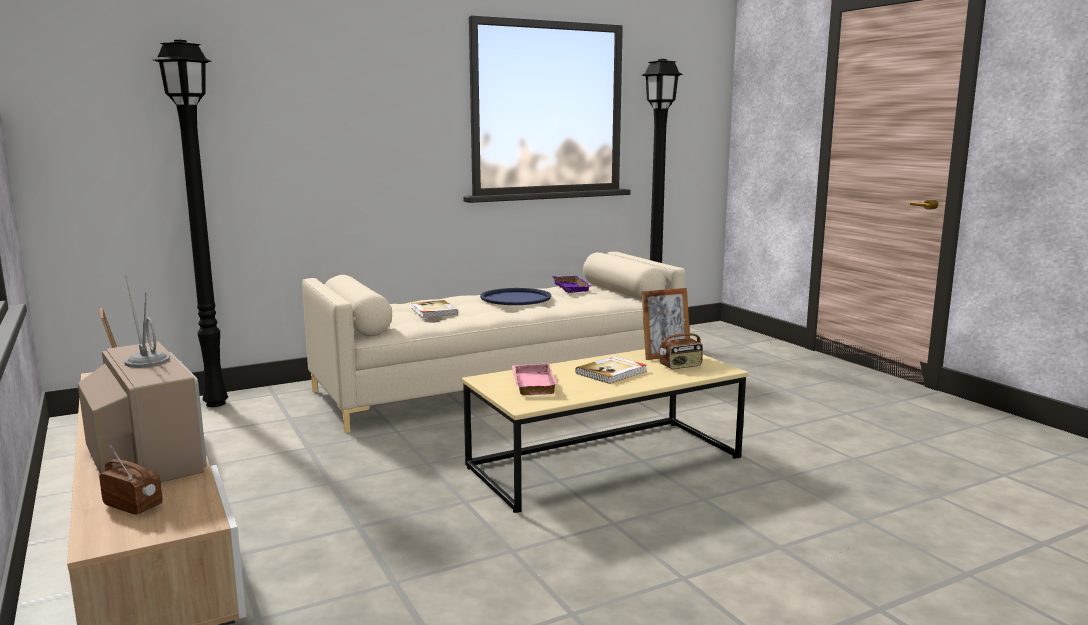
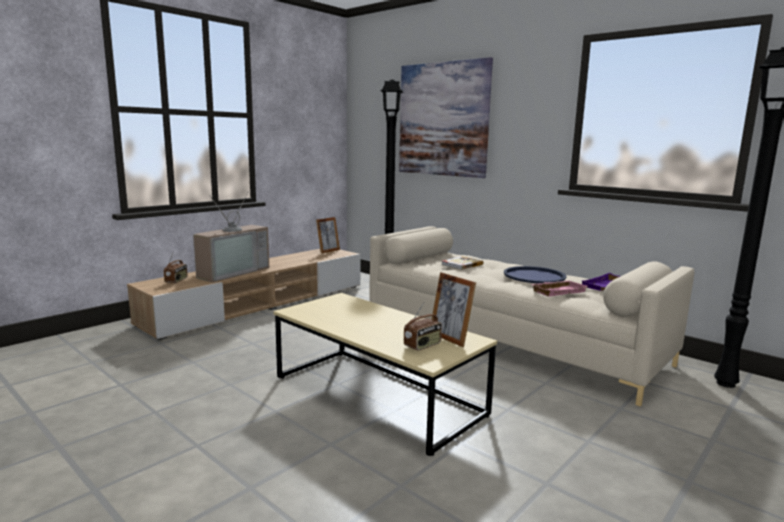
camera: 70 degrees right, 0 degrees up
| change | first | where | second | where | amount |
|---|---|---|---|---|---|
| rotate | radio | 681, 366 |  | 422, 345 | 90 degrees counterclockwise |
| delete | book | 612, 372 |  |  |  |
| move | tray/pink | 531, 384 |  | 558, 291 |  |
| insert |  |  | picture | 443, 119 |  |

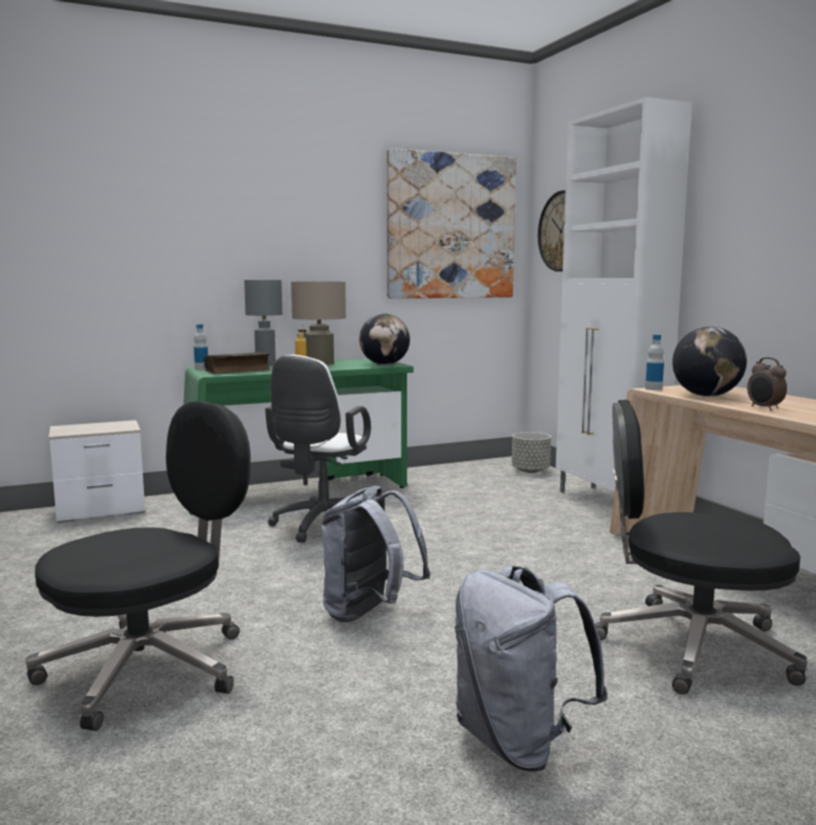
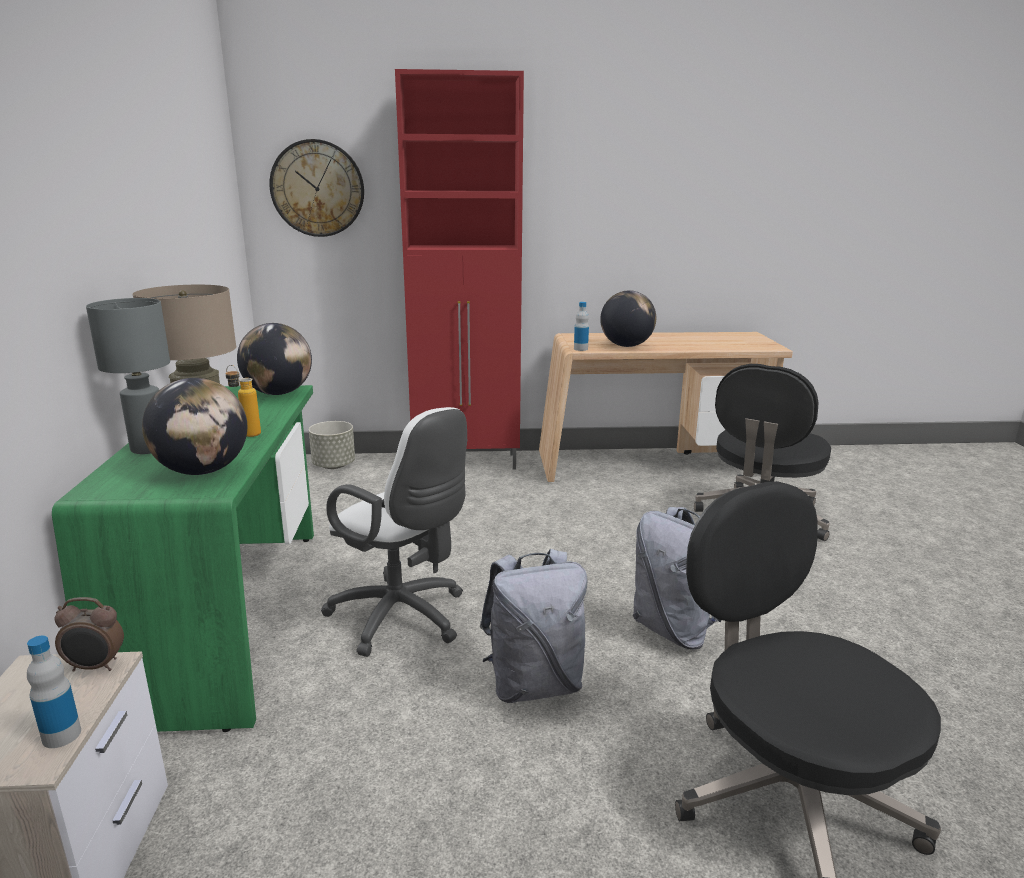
camera: 70 degrees left, 10 degrees up
| change | first | where | second | where | amount |
|---|---|---|---|---|---|
| recolor | cabinet/white | 608, 503 | cabinet/red | 467, 462 |  |
| delete | picture | 451, 227 |  |  |  |
| move | bottle | 201, 368 |  | 61, 735 |  |
| replace | book | 238, 371 | globe | 202, 471 |  |
| move | alarm clock | 764, 408 |  | 95, 667 |  |
| move | backpack/grey | 518, 743 |  | 534, 684 |  |

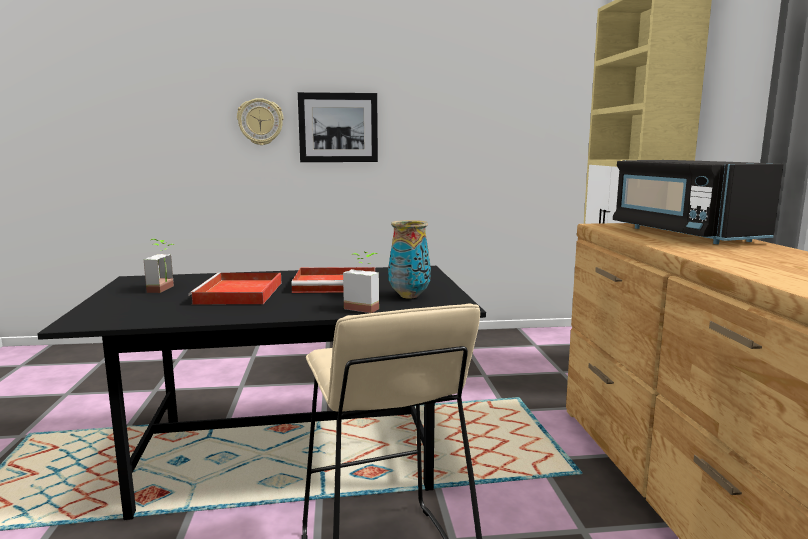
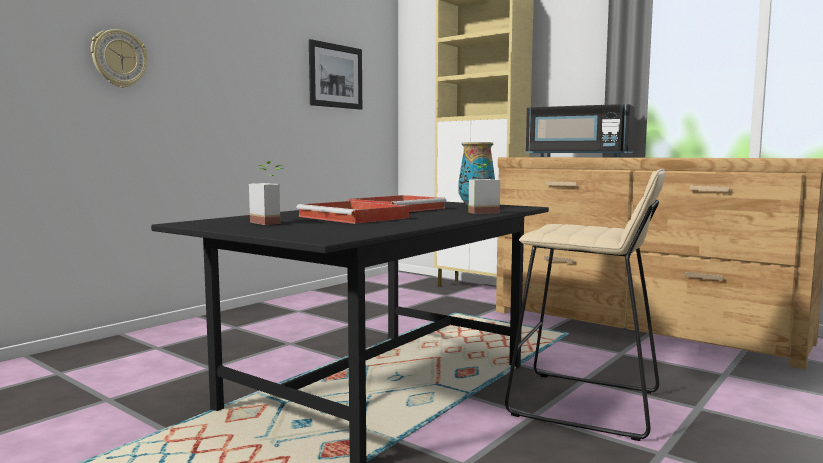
camera: 45 degrees left, 5 degrees down
| change | first | where | second | where | amount |
|---|---|---|---|---|---|
| move | picture | 338, 127 |  | 336, 76 |  |

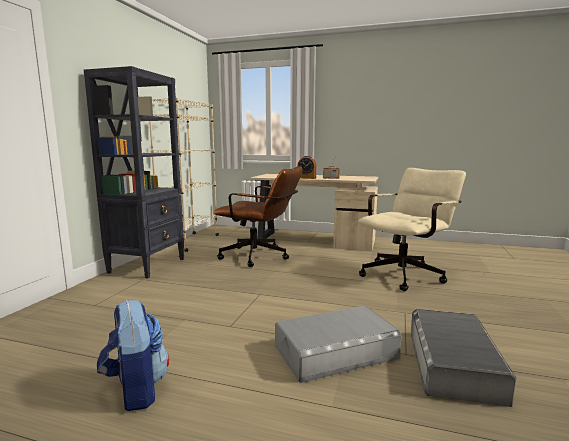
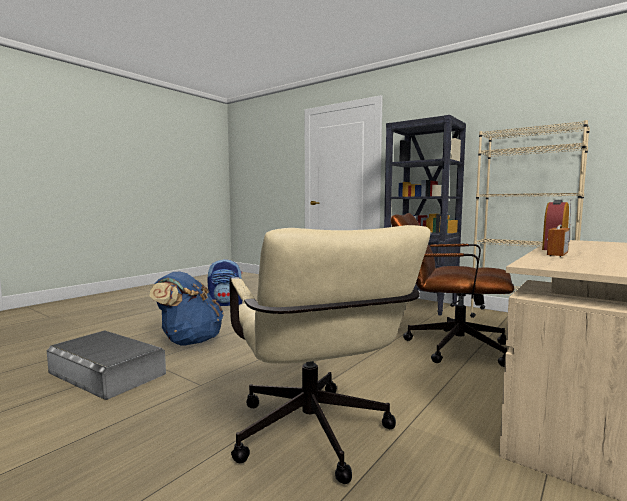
camera: 110 degrees right, 5 degrees down
| change | first | where | second | where | amount |
|---|---|---|---|---|---|
| rotate | office chair/brown | 260, 257 |  | 447, 346 | 75 degrees clockwise |
| replace | storage box/grey | 335, 352 | backpack/blue | 189, 341 |  |

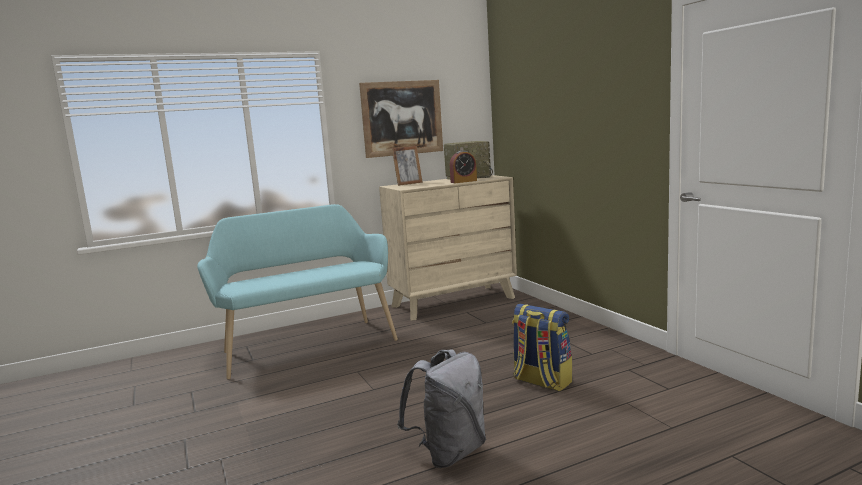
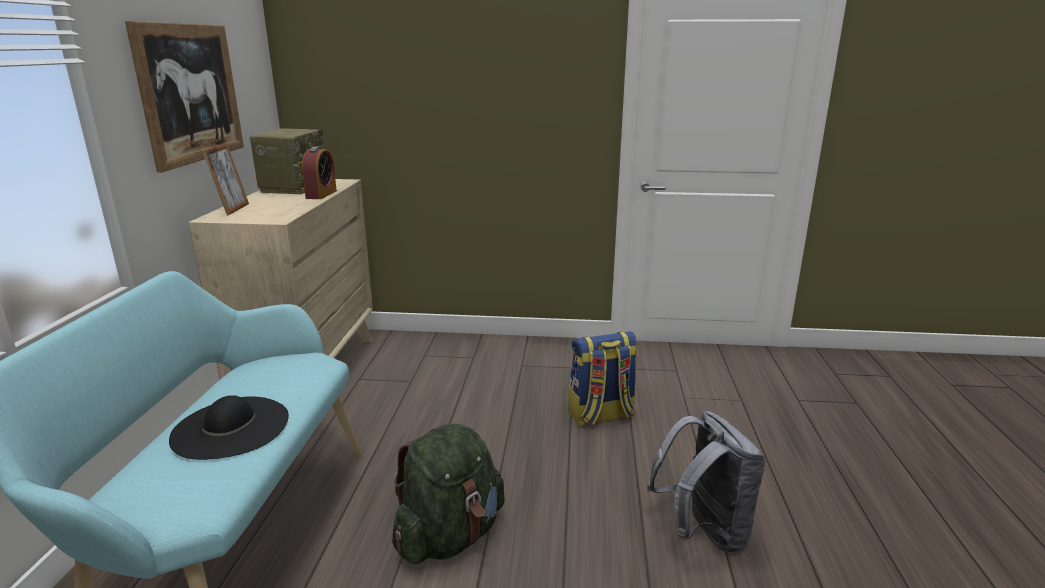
camera: 60 degrees left, 10 degrees up
| change | first | where | second | where | amount |
|---|---|---|---|---|---|
| insert |  |  | hat/black | 231, 427 |  |
| insert |  |  | backpack/green | 450, 536 |  |

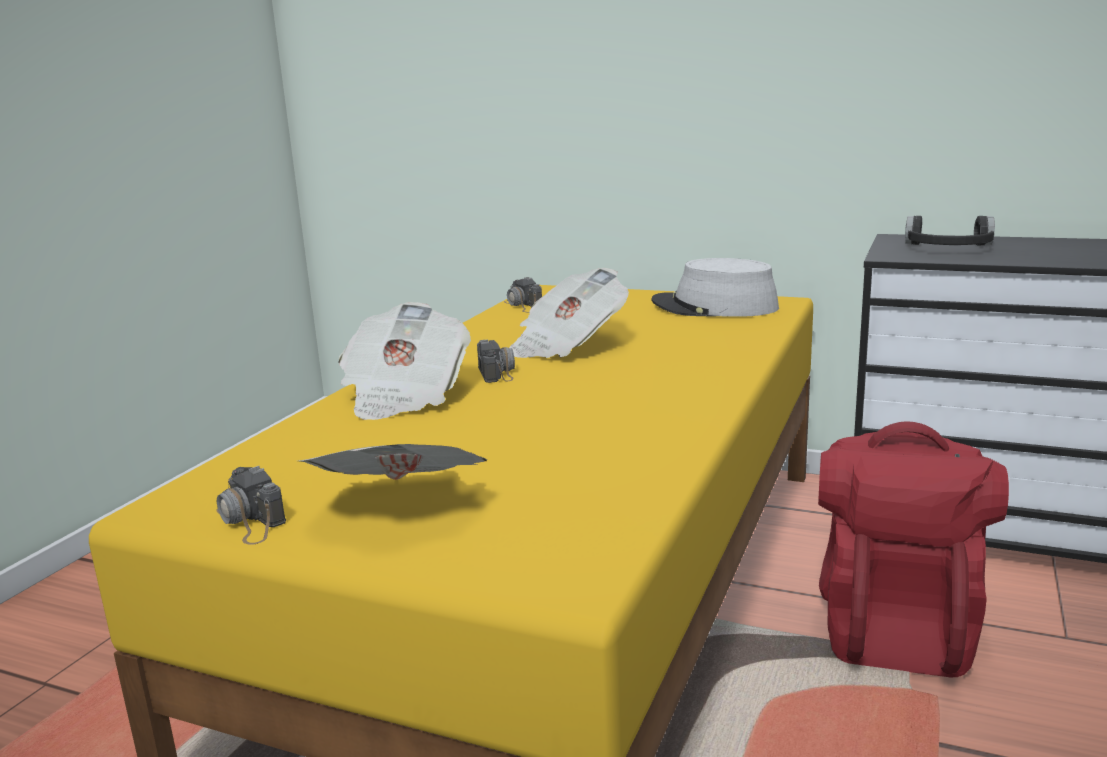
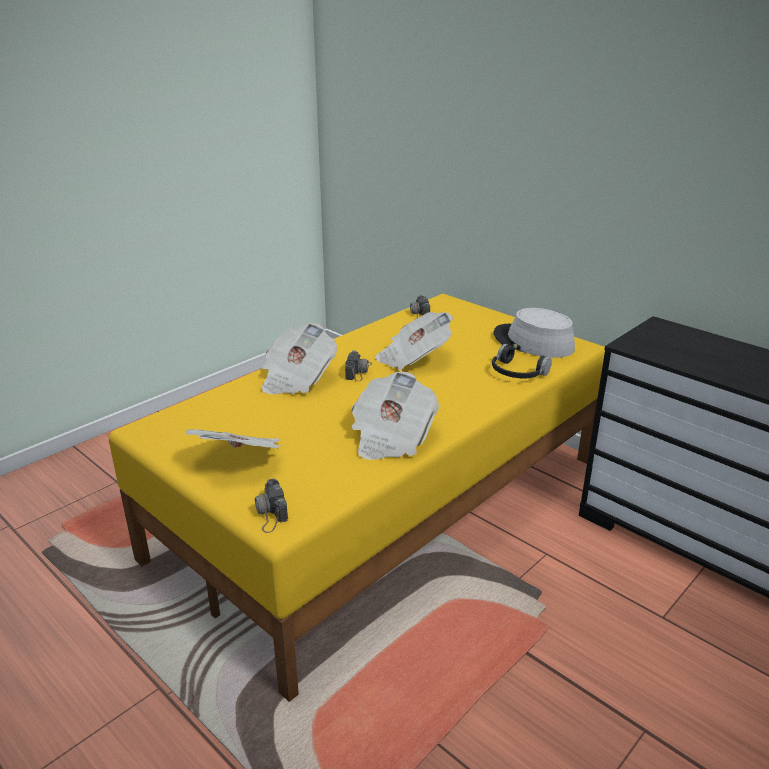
camera: 20 degrees right, 10 degrees up
| change | first | where | second | where | amount |
|---|---|---|---|---|---|
| move | headphones/black | 948, 248 |  | 516, 373 |  |
| delete | backpack/red | 895, 626 |  |  |  |
| move | photo camera | 250, 520 |  | 270, 512 |  |
| insert |  |  | newspaper | 391, 437 |  |

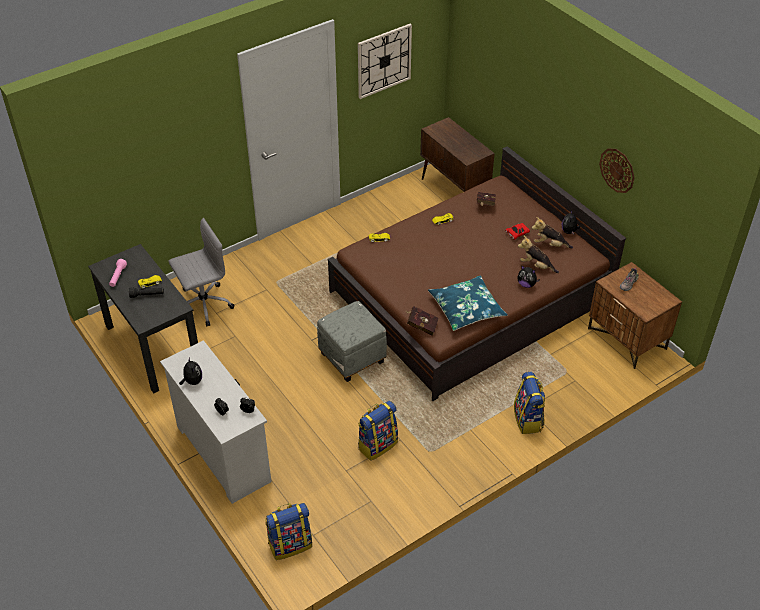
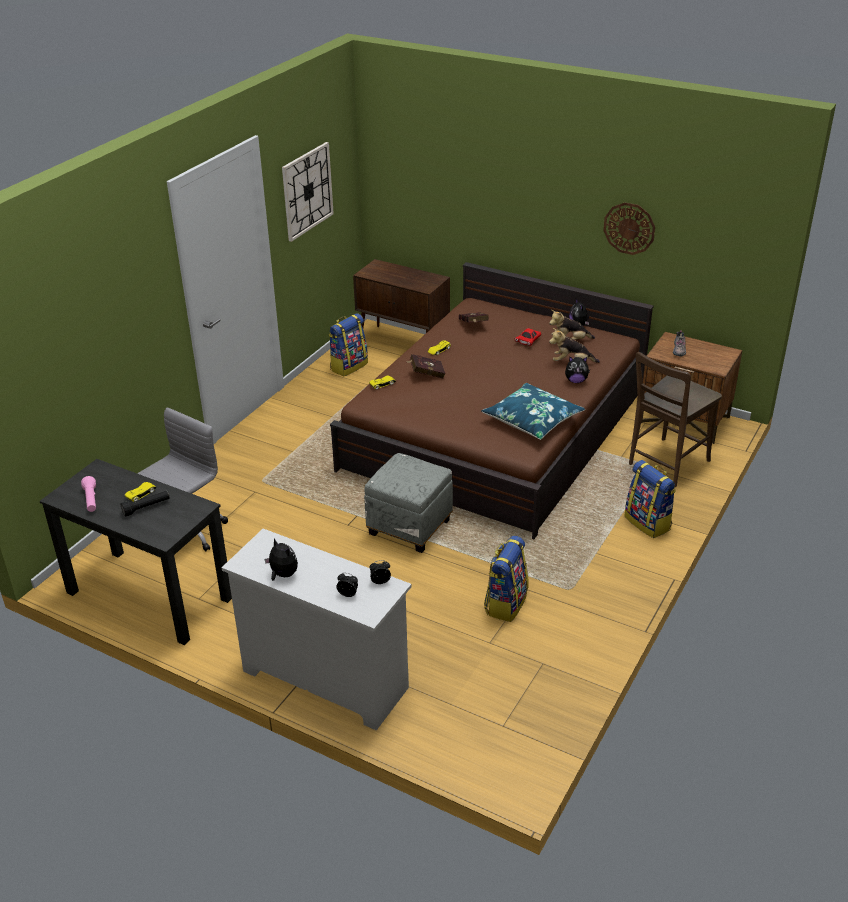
camera: 25 degrees left, 10 degrees down
| change | first | where | second | where | amount |
|---|---|---|---|---|---|
| move | book/red | 421, 326 |  | 425, 374 |  |
| move | backpack | 290, 544 |  | 348, 366 |  |
| insert |  |  | chair/brown | 666, 464 |  |

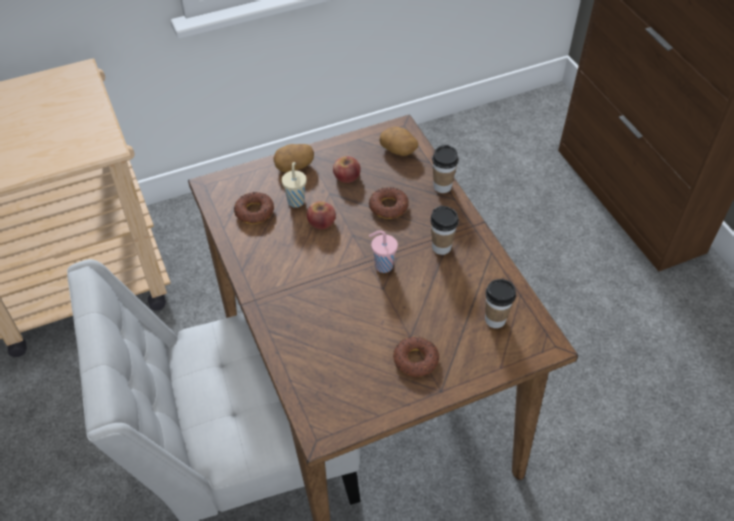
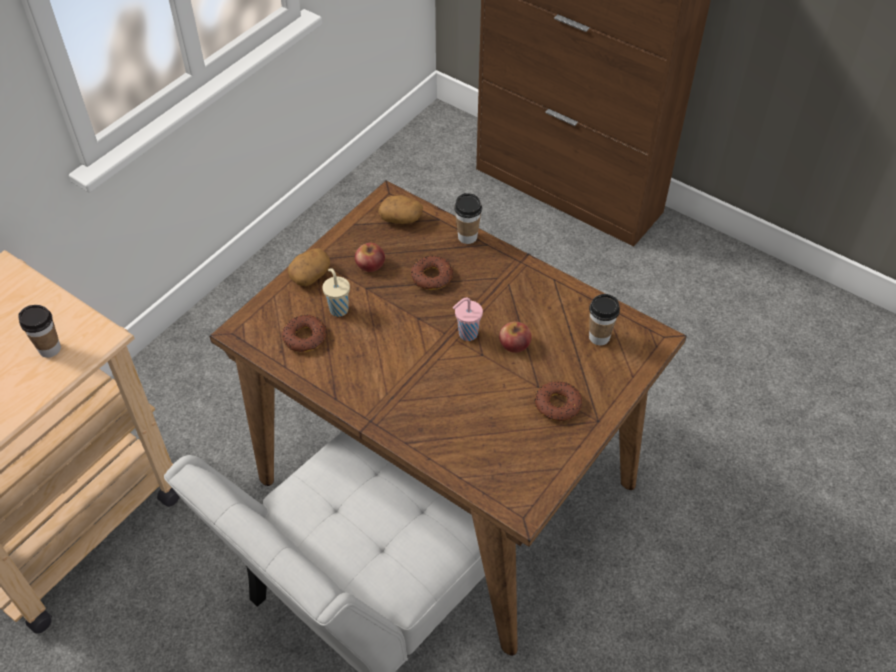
camera: 30 degrees left, 0 degrees up
| change | first | where | second | where | amount |
|---|---|---|---|---|---|
| move | apple | 321, 222 |  | 514, 344 |  |
| move | cup | 441, 247 |  | 50, 349 |  |

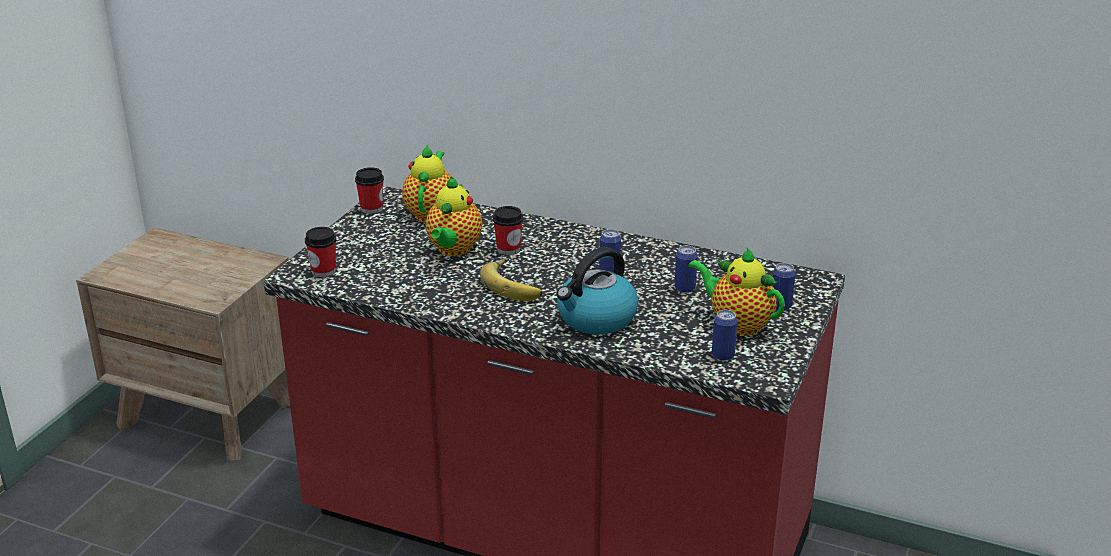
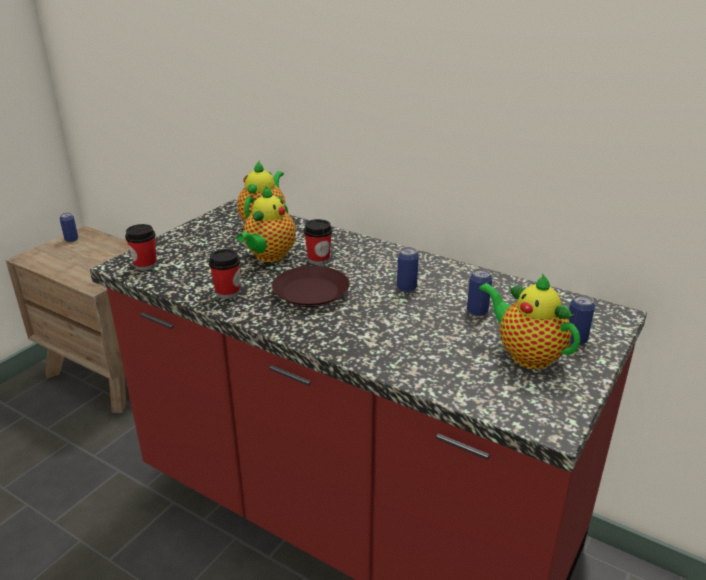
camera: 10 degrees right, 0 degrees up
| change | first | where | second | where | amount |
|---|---|---|---|---|---|
| move | cup | 371, 208 |  | 227, 293 |  |
| delete | kettle | 596, 318 |  |  |  |
| replace | banana | 515, 284 | plate/brown | 312, 293 |  |
| move | can | 723, 355 |  | 71, 239 |  |

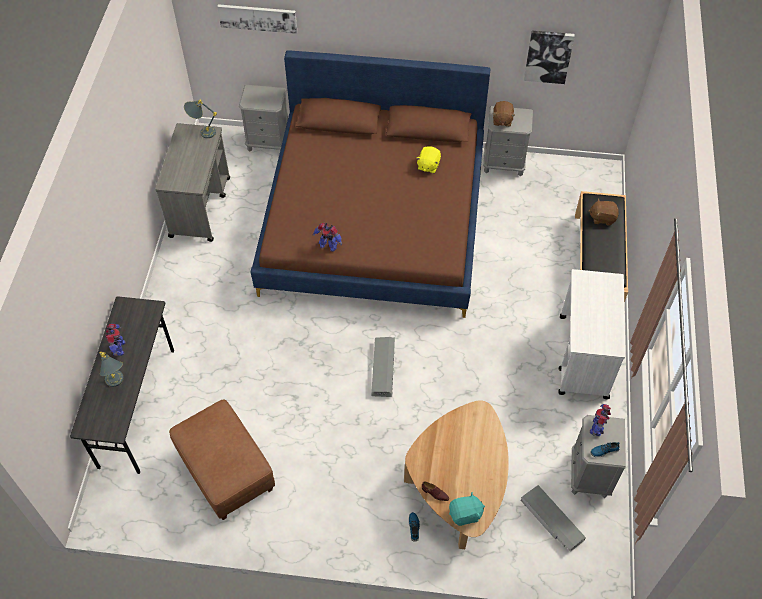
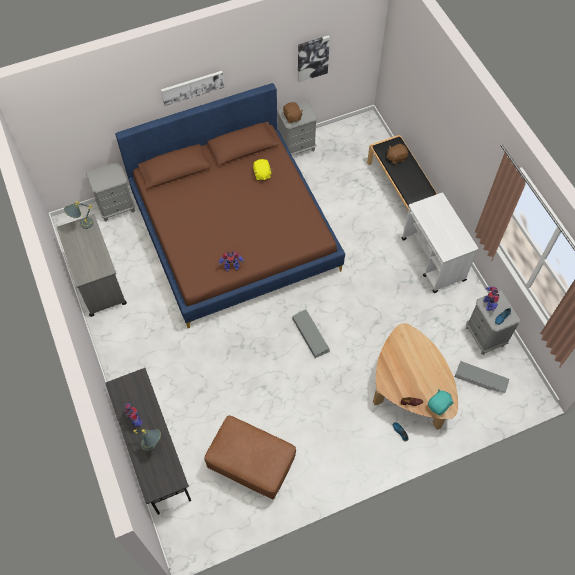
camera: 30 degrees left, 5 degrees up
| change | first | where | second | where | amount |
|---|---|---|---|---|---|
| move | picture | 258, 17 |  | 192, 87 |  |

